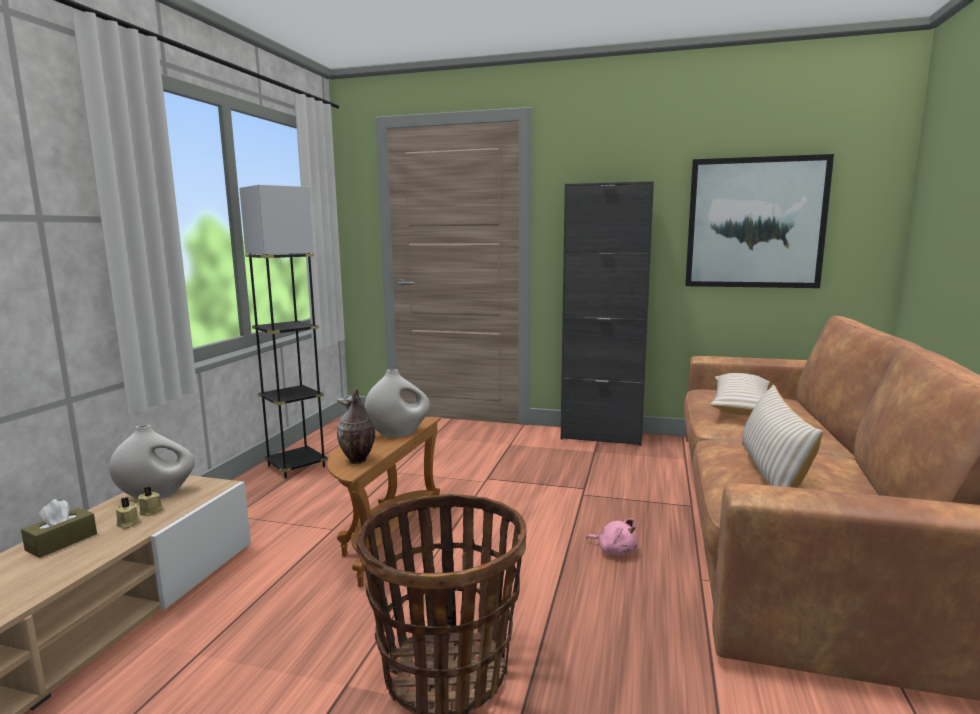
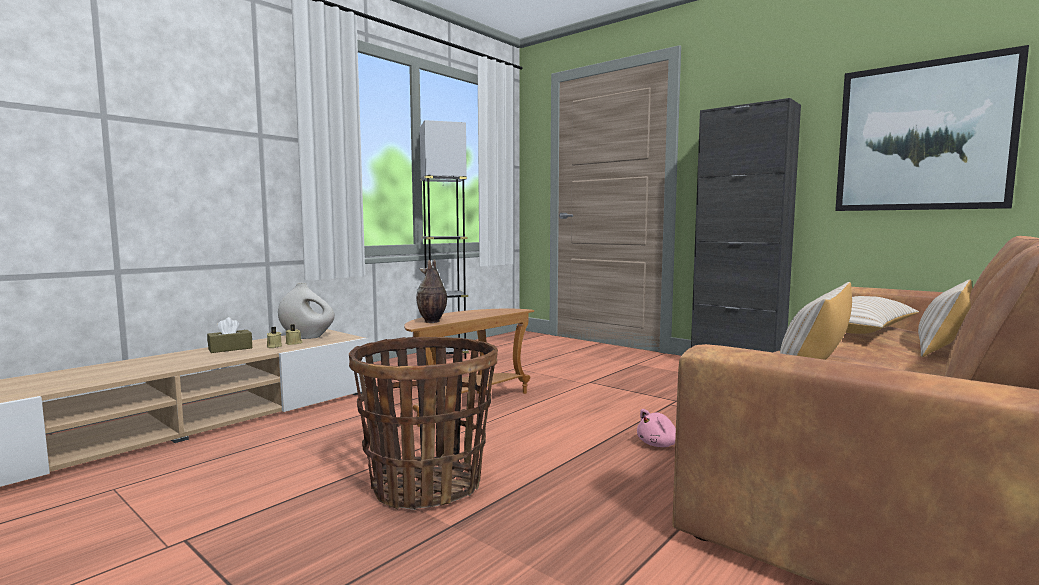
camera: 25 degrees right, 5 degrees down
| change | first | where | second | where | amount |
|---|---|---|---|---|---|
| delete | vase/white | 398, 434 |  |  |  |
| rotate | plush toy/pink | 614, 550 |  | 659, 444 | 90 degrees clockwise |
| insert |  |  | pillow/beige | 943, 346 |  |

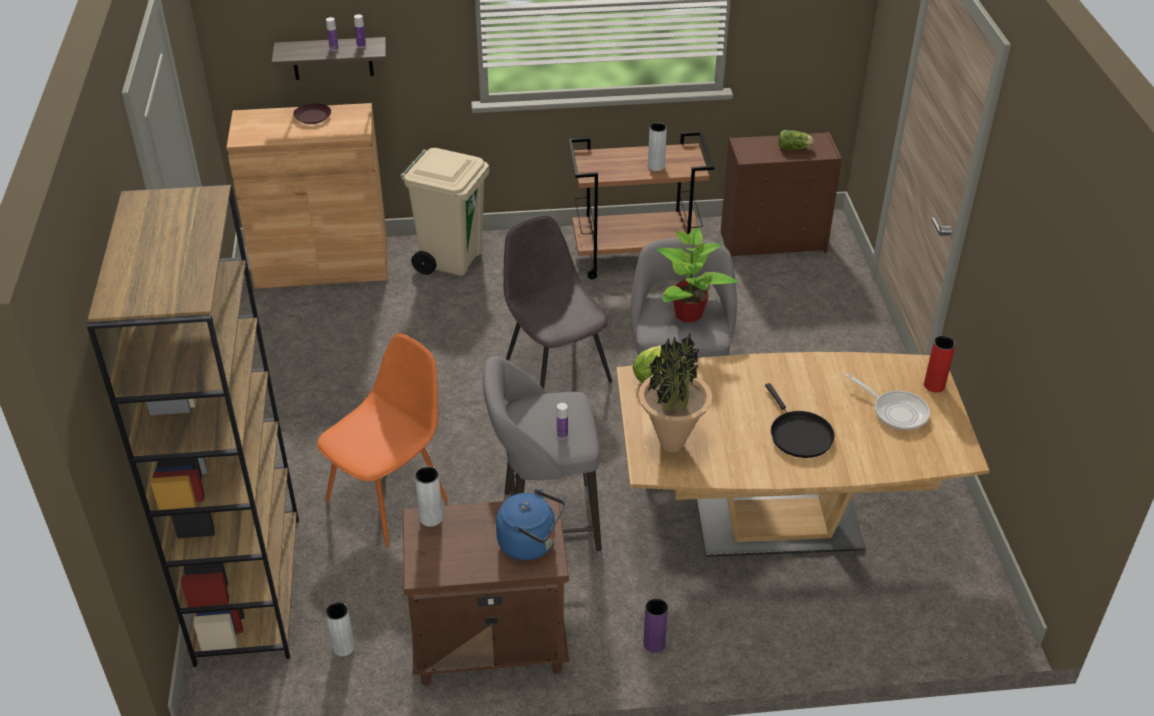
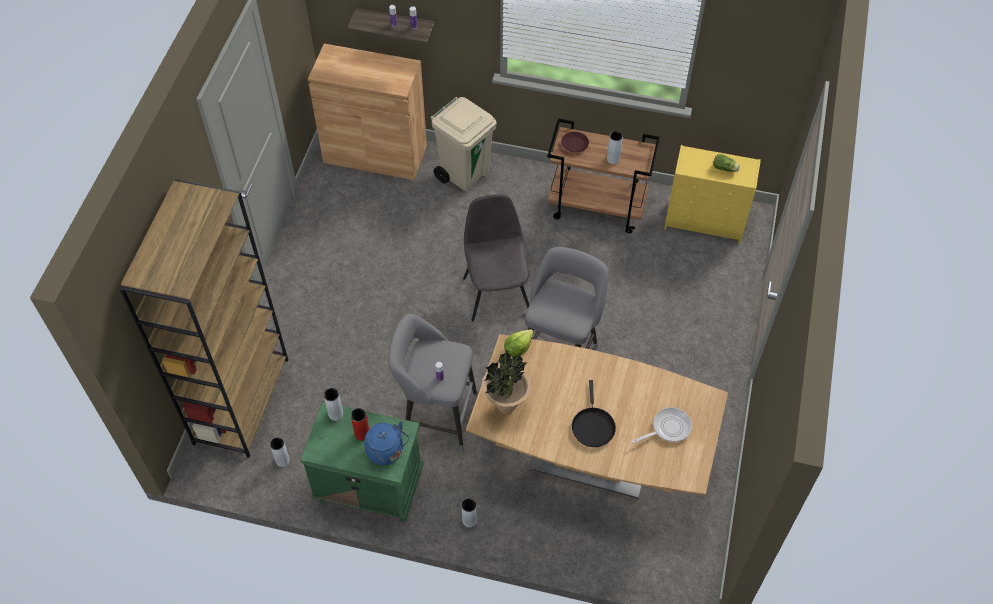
camera: 20 degrees right, 15 degrees up
| change | first | where | second | where | amount |
|---|---|---|---|---|---|
| move | plate/brown | 313, 117 |  | 575, 144 |  |
| recolor | dresser/brown | 774, 242 | dresser/yellow | 705, 222 |  |
| delete | potted plant | 688, 314 |  |  |  |
| delete | chair/orange | 389, 498 |  |  |  |
| move | vase/red | 934, 385 |  | 362, 434 |  |
| rotate | frying pan | 896, 411 |  | 668, 428 | 90 degrees counterclockwise |
| recolor | nightstand/brown | 488, 644 | nightstand/green | 368, 487 |  |
| recolor | vase/purple | 654, 644 | vase/grey | 469, 520 |  |

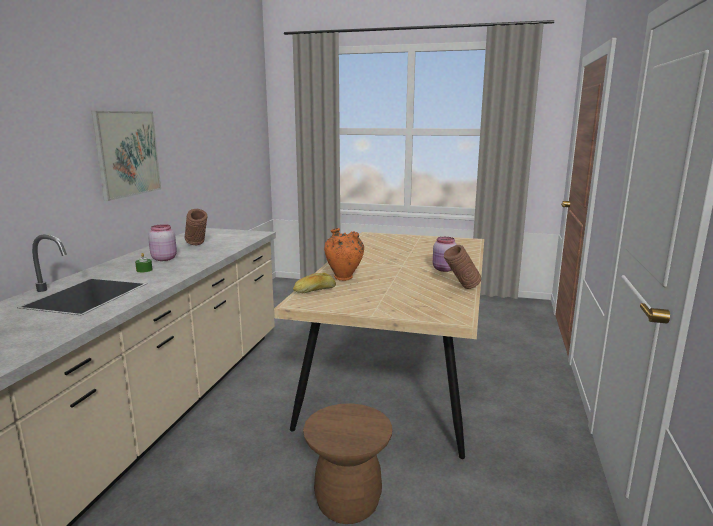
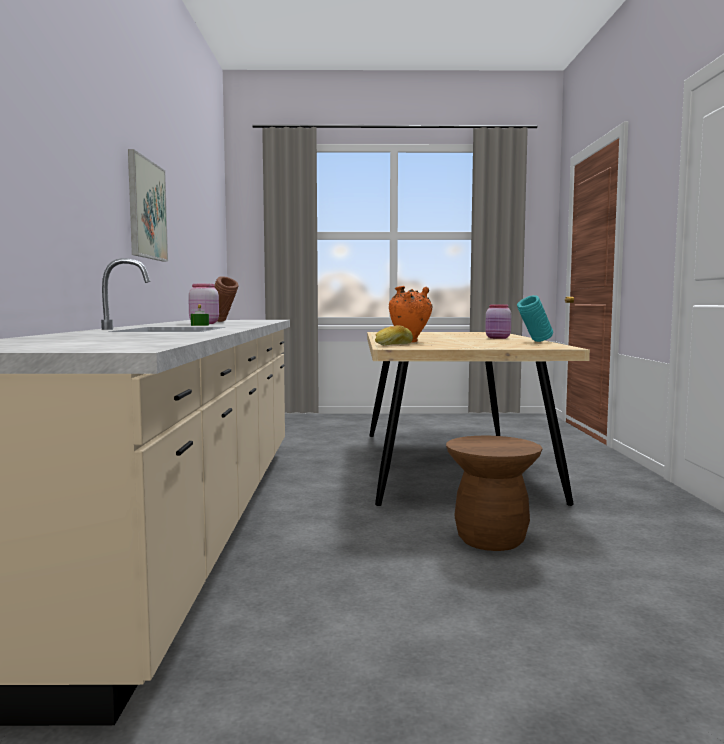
camera: 15 degrees left, 10 degrees down
| change | first | where | second | where | amount |
|---|---|---|---|---|---|
| recolor | vase/brown | 461, 288 | vase/turquoise | 534, 341 |  |

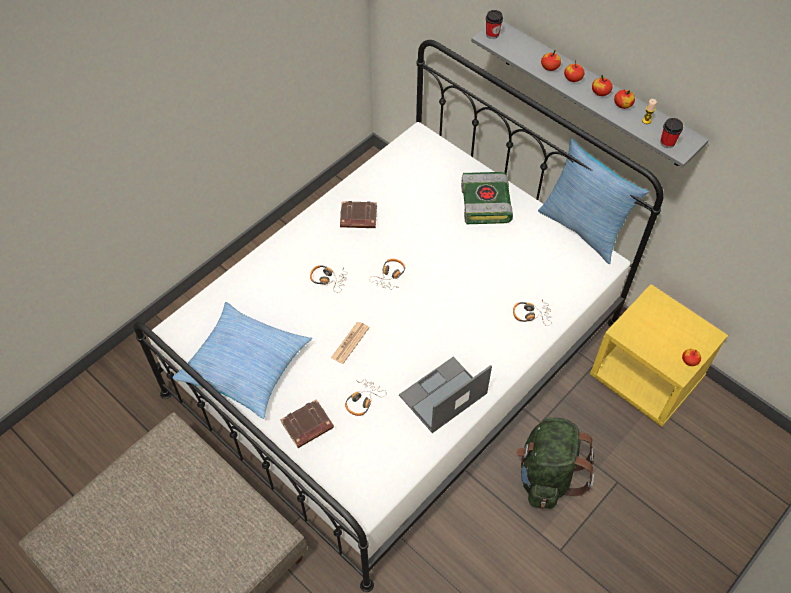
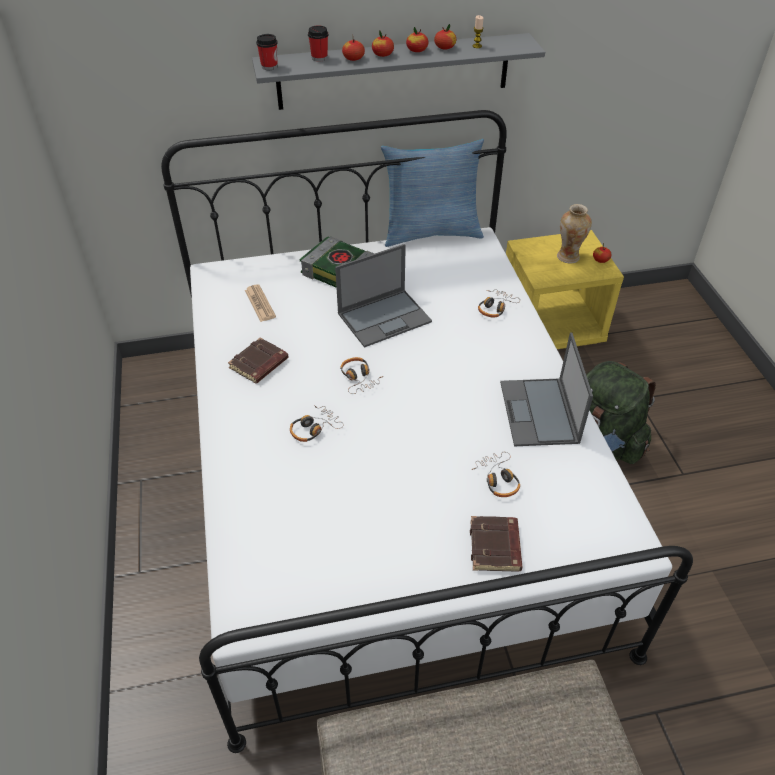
camera: 55 degrees left, 10 degrees down
| change | first | where | second | where | amount |
|---|---|---|---|---|---|
| move | cup | 667, 143 |  | 319, 58 |  |
| delete | pillow | 245, 365 |  |  |  |
| move | newspaper | 350, 343 |  | 260, 303 |  |
| insert |  |  | vase | 568, 257 |  |
| insert |  |  | laptop | 385, 317 |  |

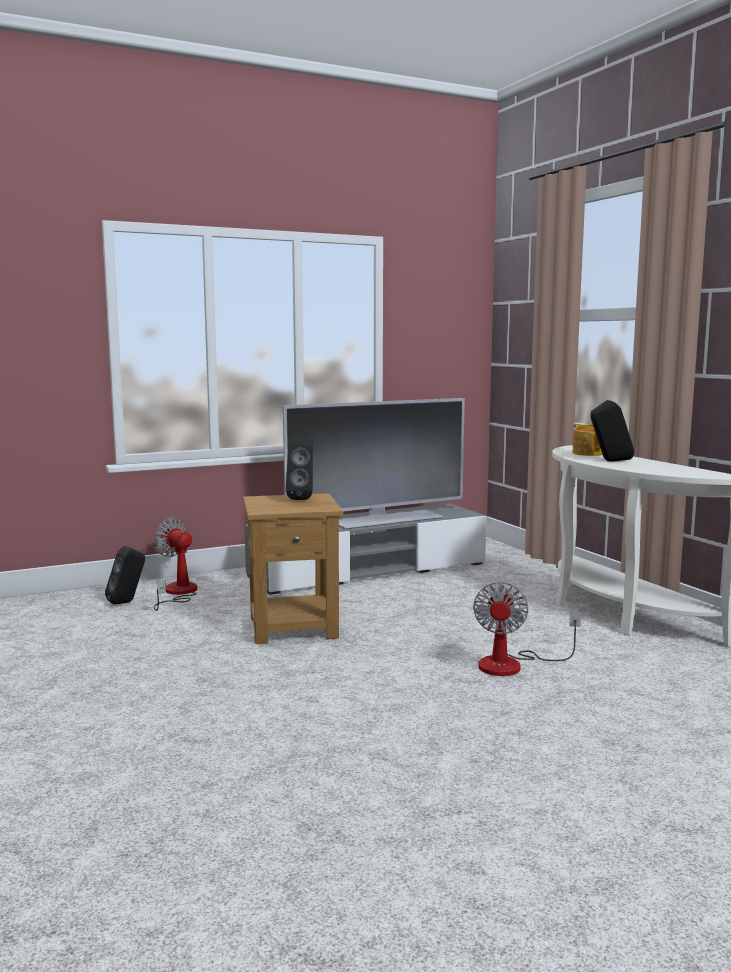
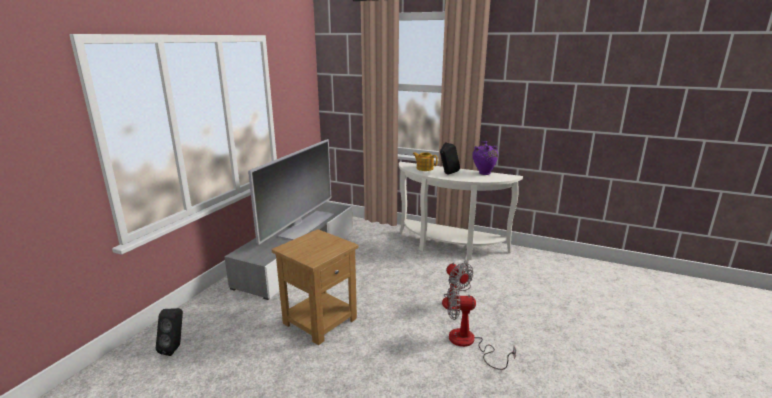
camera: 40 degrees left, 10 degrees up
| change | first | where | second | where | amount |
|---|---|---|---|---|---|
| delete | speaker/black | 301, 499 |  |  |  |
| move | fan | 177, 593 |  | 469, 343 |  |
| insert |  |  | vase/purple | 483, 174 |  |

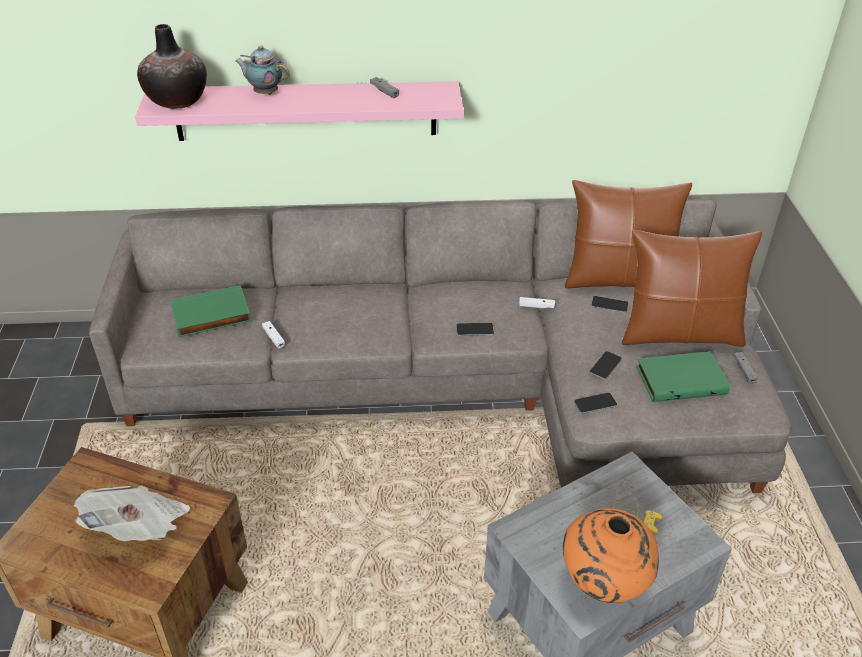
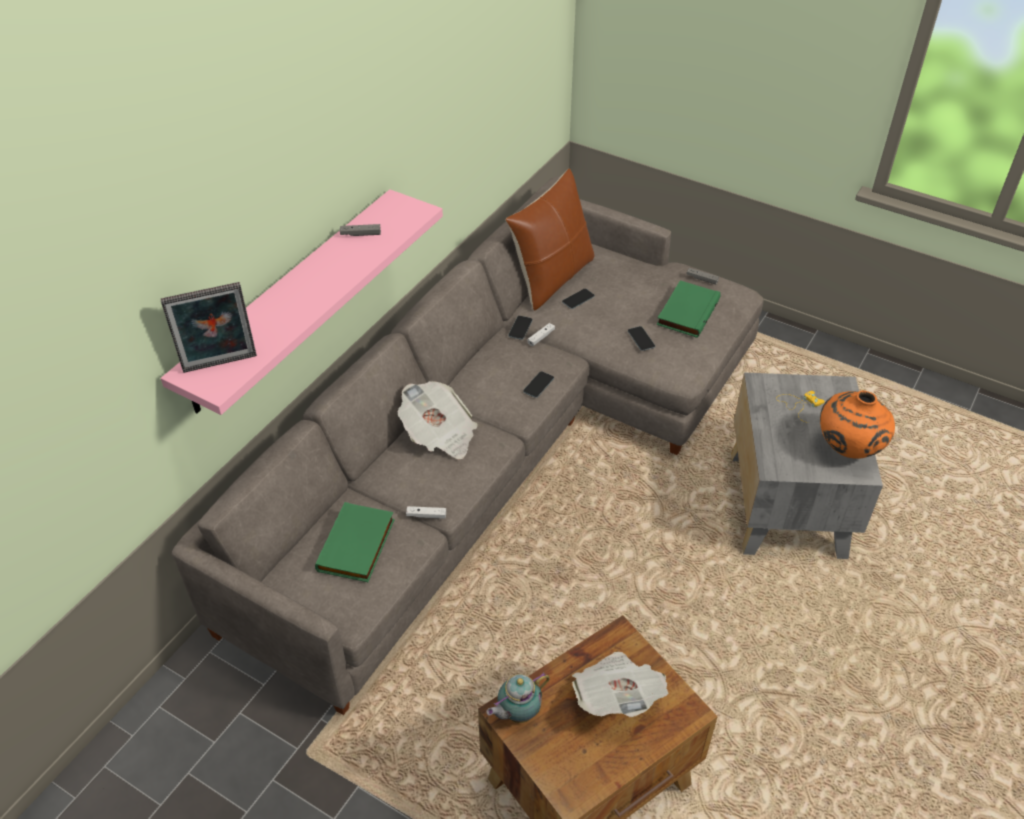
camera: 55 degrees left, 5 degrees up
| change | first | where | second | where | amount |
|---|---|---|---|---|---|
| replace | vase | 177, 100 | picture frame | 220, 365 |  |
| move | teapot | 264, 93 |  | 517, 713 |  |
| delete | pillow/brown | 679, 334 |  |  |  |
| move | phone | 595, 403 |  | 520, 328 |  |
| insert |  |  | newspaper | 439, 435 |  |

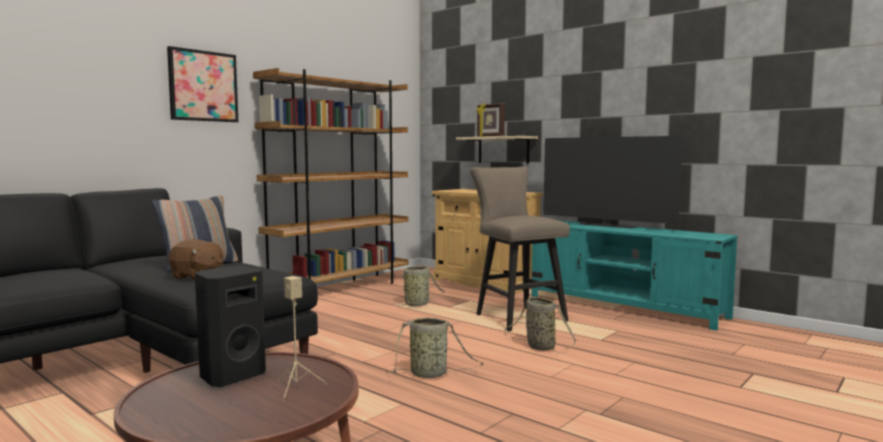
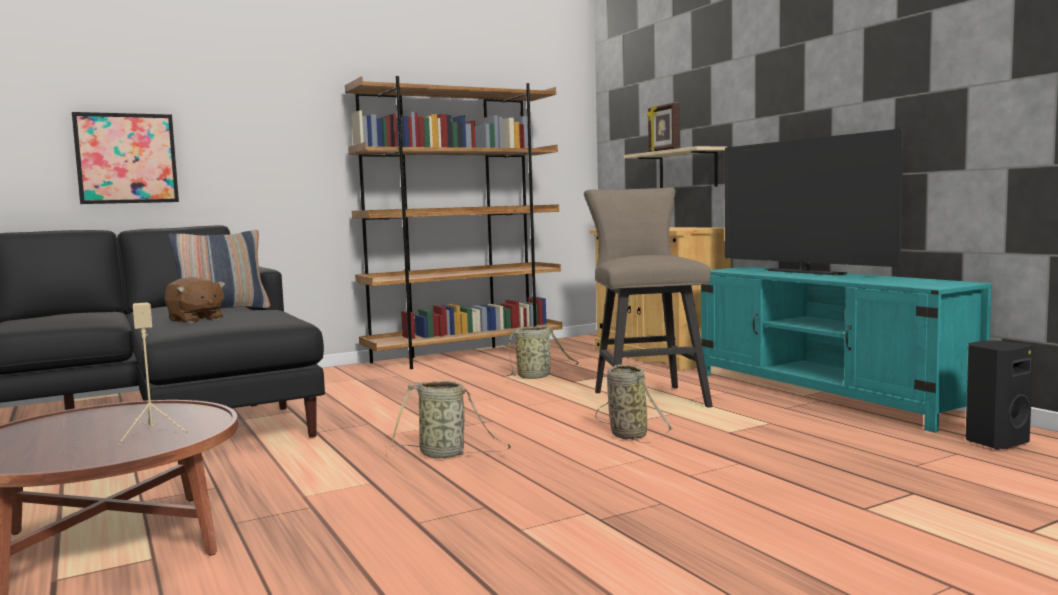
camera: 20 degrees right, 0 degrees up
| change | first | where | second | where | amount |
|---|---|---|---|---|---|
| move | picture | 203, 86 |  | 126, 158 |  |
| move | speaker/black | 231, 376 |  | 994, 442 |  |

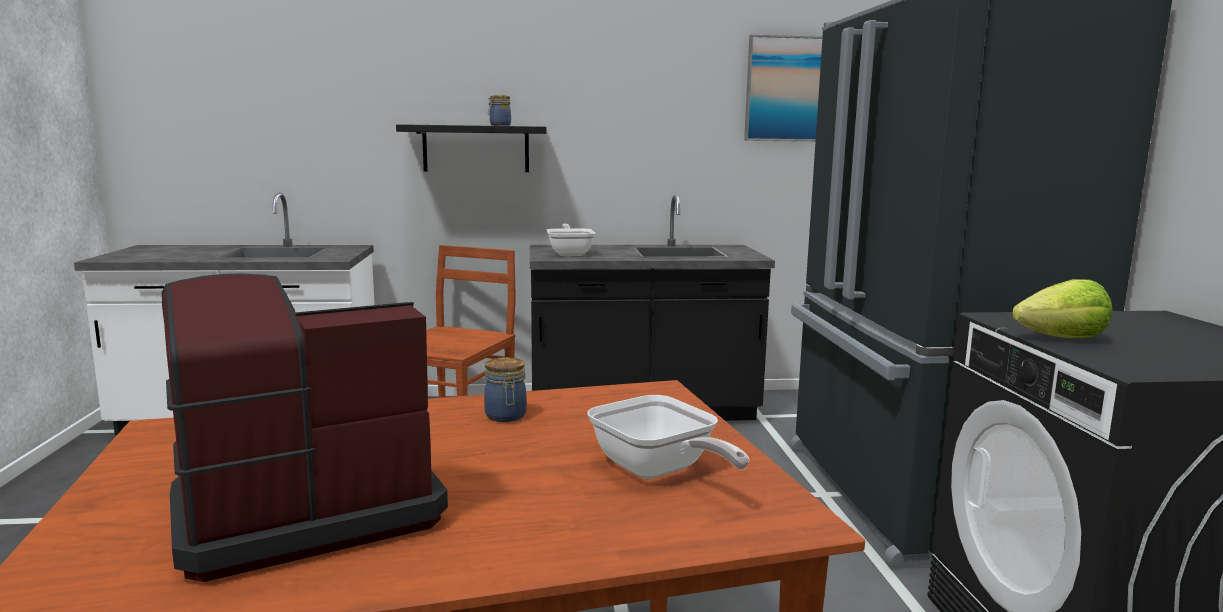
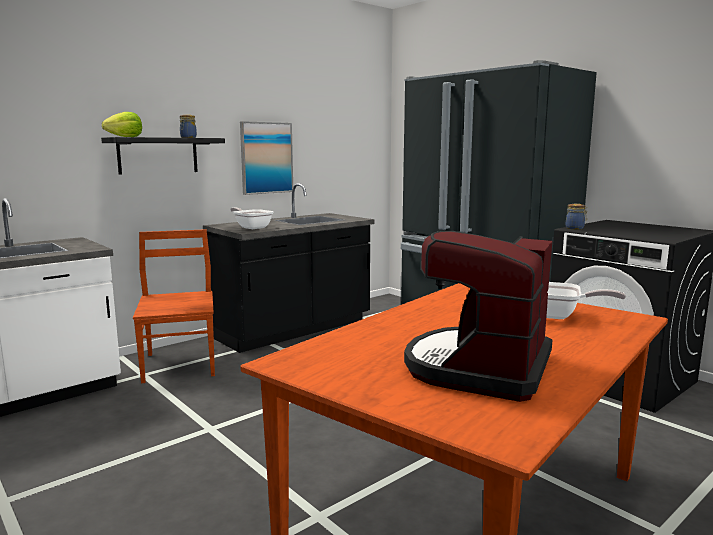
camera: 35 degrees left, 0 degrees up
| change | first | where | second | where | amount |
|---|---|---|---|---|---|
| move | picture | 787, 89 |  | 266, 158 |  |
| move | lettuce | 1062, 338 |  | 125, 137 |  |
| move | jar | 506, 416 |  | 575, 228 |  |

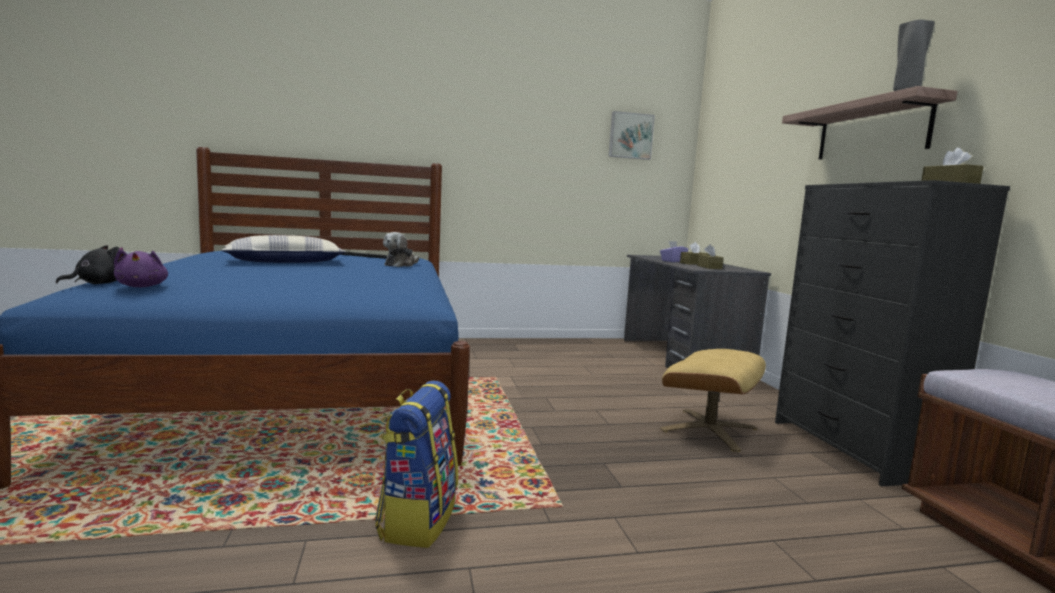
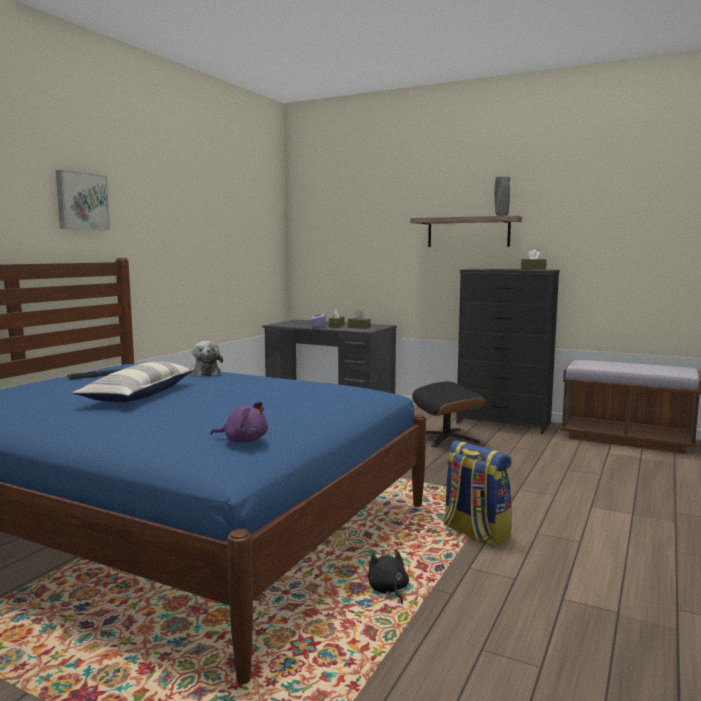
camera: 50 degrees left, 0 degrees up
| change | first | where | second | where | amount |
|---|---|---|---|---|---|
| move | picture | 630, 136 |  | 81, 201 |  |
| move | plush toy/black | 98, 283 |  | 388, 590 |  |
| recolor | ottoman/beige | 710, 429 | ottoman/black | 446, 437 |  |

